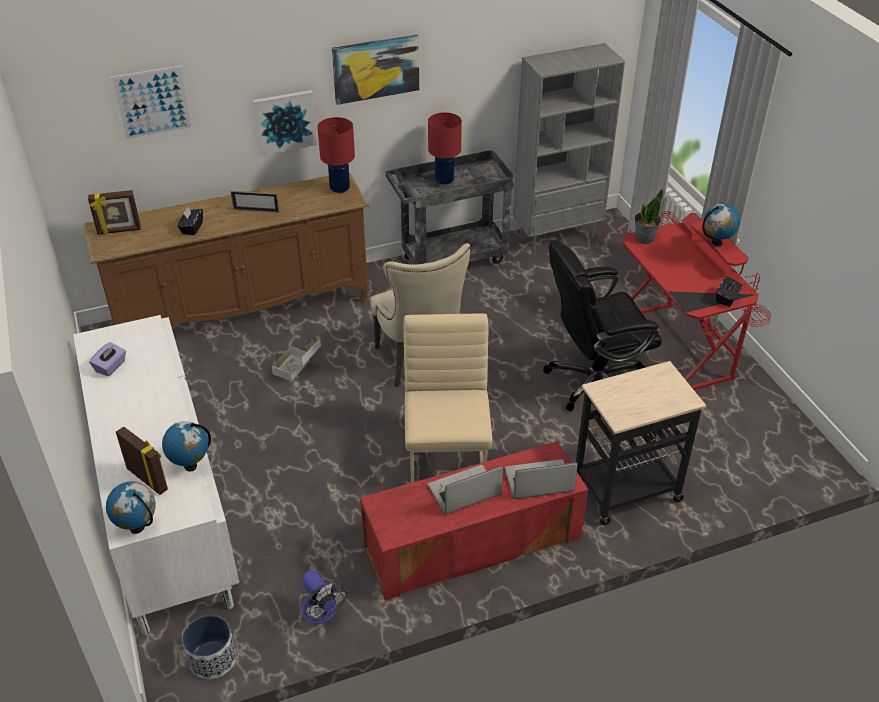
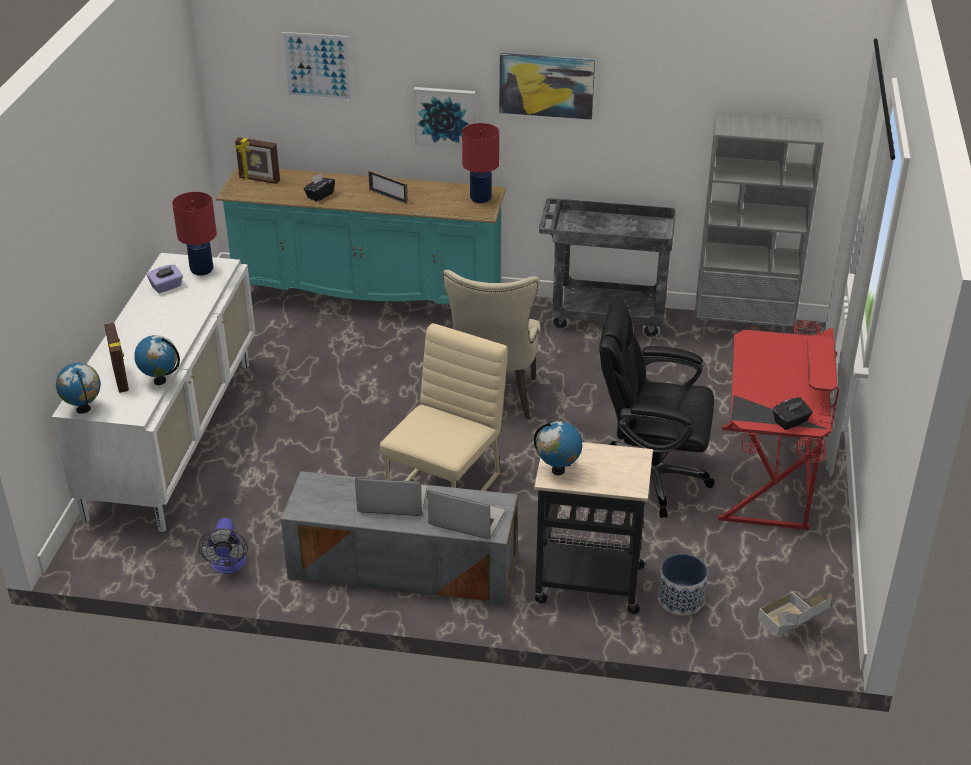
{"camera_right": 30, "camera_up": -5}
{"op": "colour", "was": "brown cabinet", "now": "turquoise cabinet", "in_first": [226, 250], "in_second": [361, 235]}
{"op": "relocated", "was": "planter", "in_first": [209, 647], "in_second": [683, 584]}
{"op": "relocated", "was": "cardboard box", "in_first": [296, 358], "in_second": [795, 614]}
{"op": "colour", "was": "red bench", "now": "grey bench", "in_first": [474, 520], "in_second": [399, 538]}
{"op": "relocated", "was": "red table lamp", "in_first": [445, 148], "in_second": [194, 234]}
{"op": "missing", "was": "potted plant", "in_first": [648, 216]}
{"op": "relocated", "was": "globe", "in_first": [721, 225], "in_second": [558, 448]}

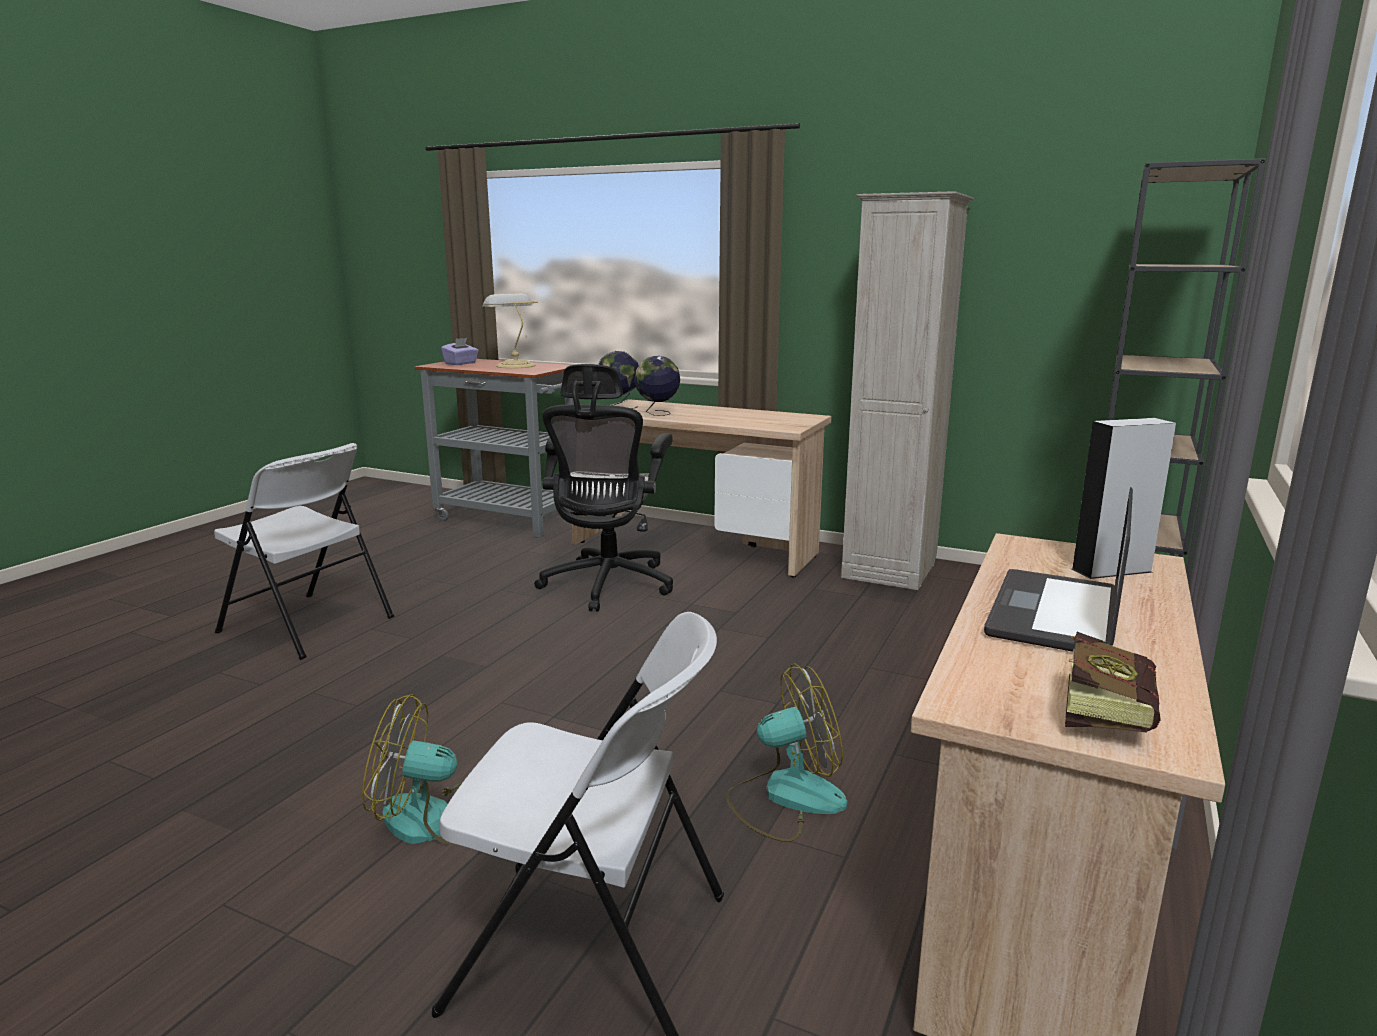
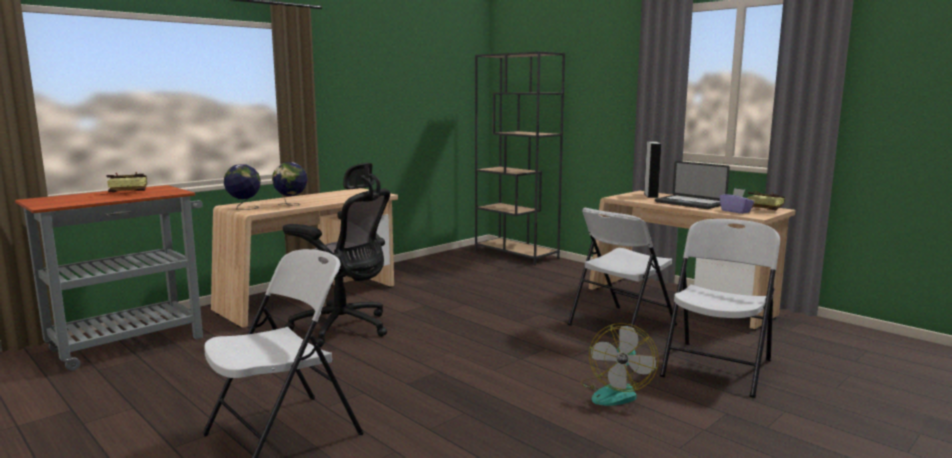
{"camera_right": -70, "camera_up": -5}
{"op": "relocated", "was": "purple tissue box", "in_first": [460, 351], "in_second": [737, 201]}
{"op": "exchanged", "was": "table lamp", "now": "book", "in_first": [510, 331], "in_second": [123, 183]}
{"op": "exchanged", "was": "fan", "now": "white chair", "in_first": [787, 752], "in_second": [622, 268]}
{"op": "missing", "was": "beige cabinet", "in_first": [907, 391]}

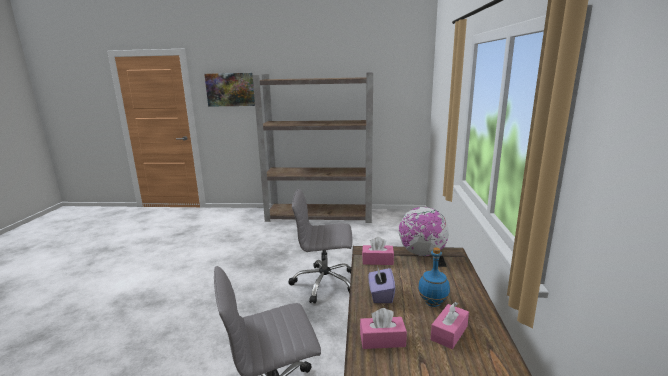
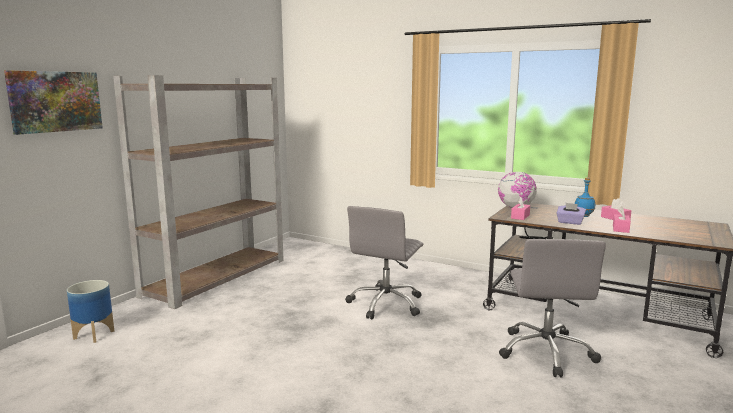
{"camera_right": -65, "camera_up": -5}
{"op": "appeared", "now": "planter", "in_second": [90, 311]}

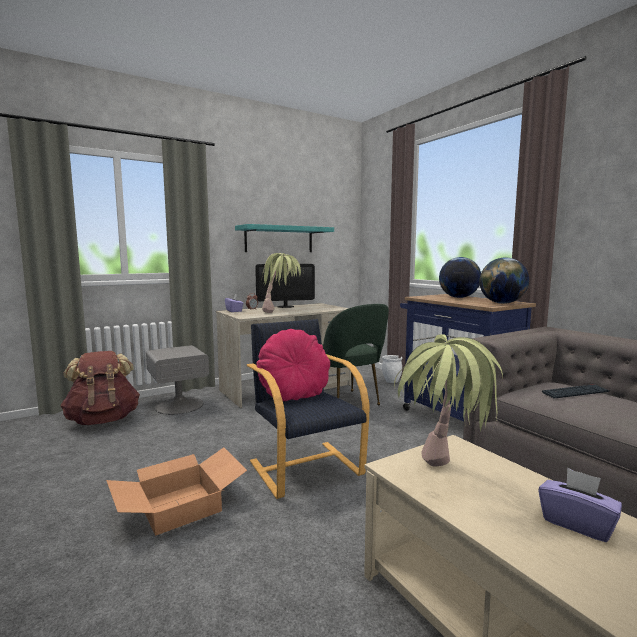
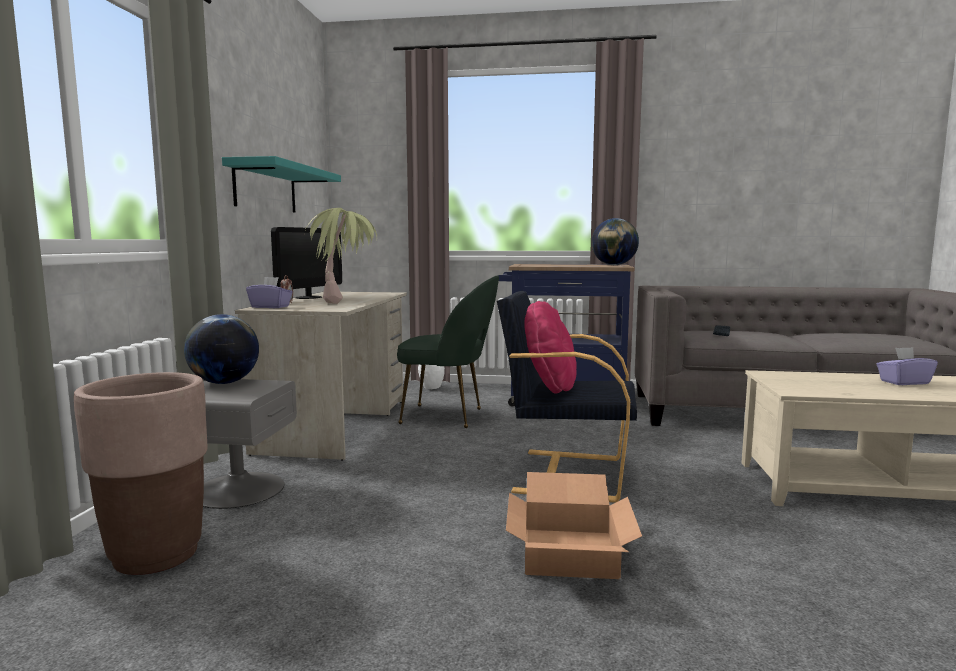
{"camera_right": -50, "camera_up": 0}
{"op": "exchanged", "was": "brown backpack", "now": "brown planter", "in_first": [100, 388], "in_second": [140, 473]}
{"op": "missing", "was": "potted plant", "in_first": [448, 400]}
{"op": "relocated", "was": "globe", "in_first": [460, 277], "in_second": [221, 349]}

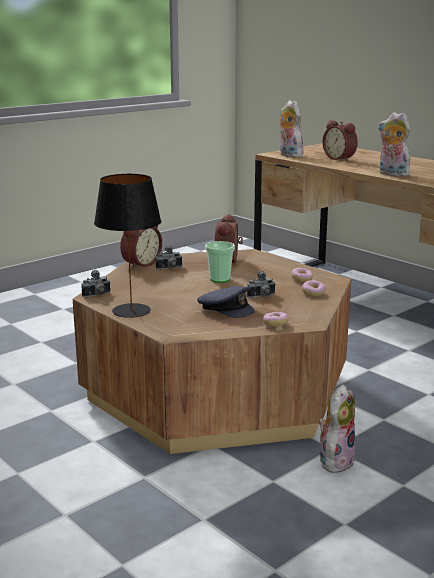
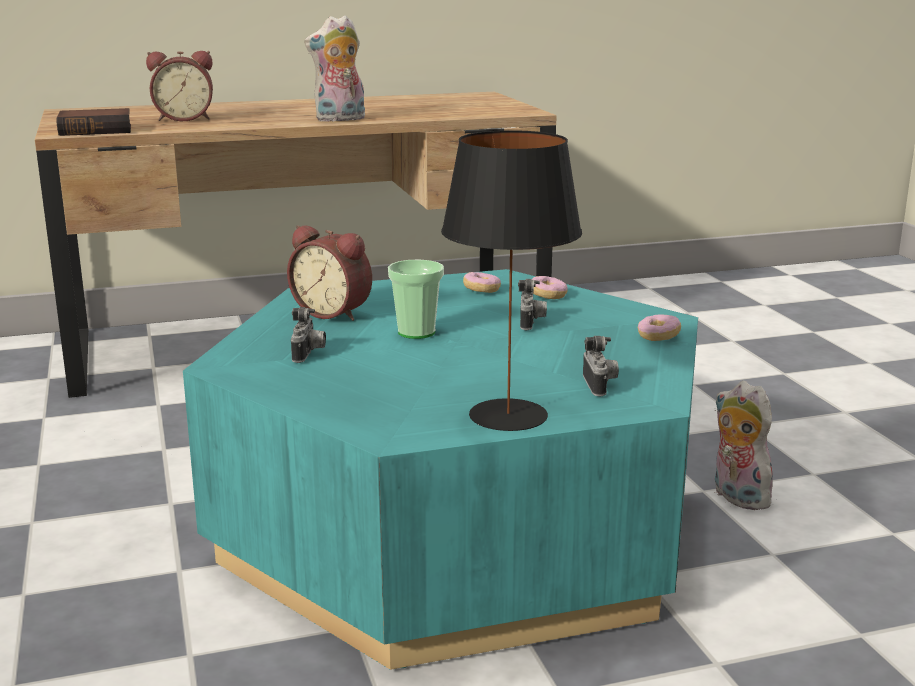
{"camera_right": -65, "camera_up": 0}
{"op": "colour", "was": "brown coffee table", "now": "turquoise coffee table", "in_first": [212, 351], "in_second": [440, 469]}
{"op": "relocated", "was": "photo camera", "in_first": [96, 283], "in_second": [601, 366]}
{"op": "missing", "was": "alarm clock", "in_first": [141, 247]}
{"op": "missing", "was": "grey cap", "in_first": [226, 302]}
{"op": "exchanged", "was": "plush toy", "now": "book", "in_first": [291, 129], "in_second": [93, 122]}

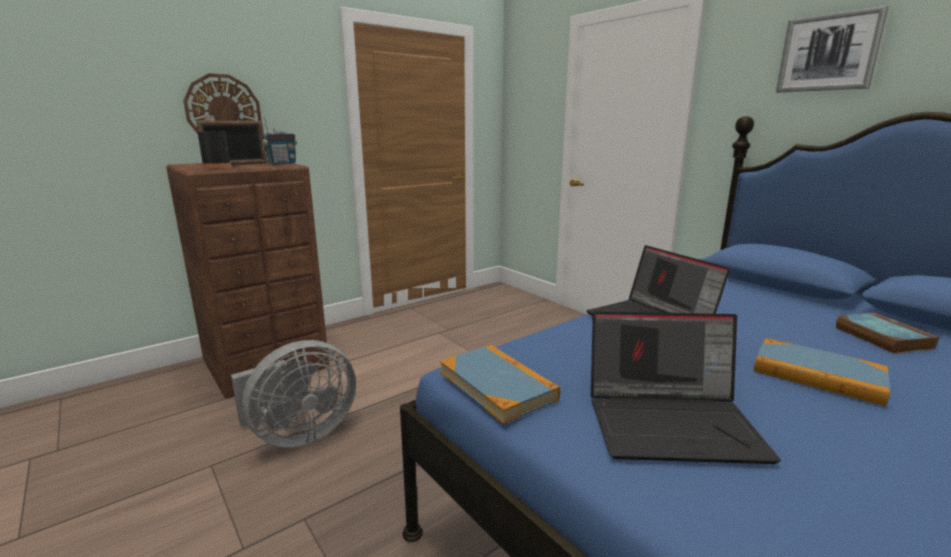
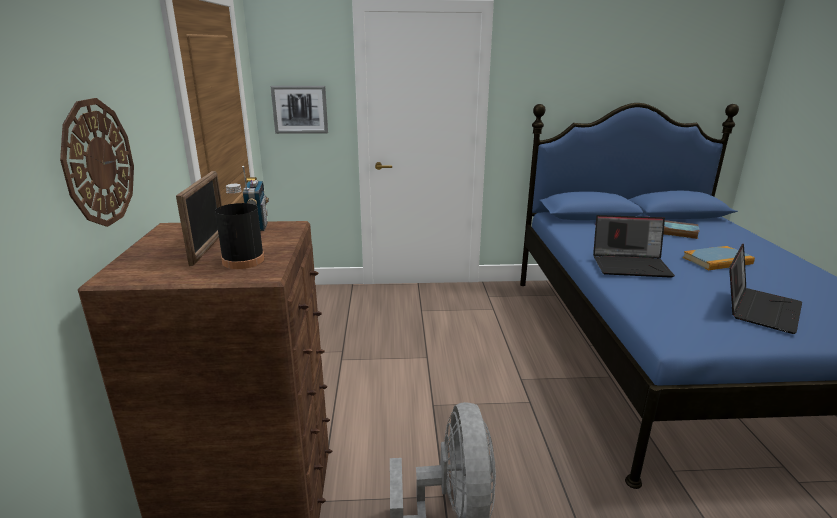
{"camera_right": -55, "camera_up": 5}
{"op": "missing", "was": "book", "in_first": [500, 384]}
{"op": "relocated", "was": "picture", "in_first": [832, 49], "in_second": [299, 110]}

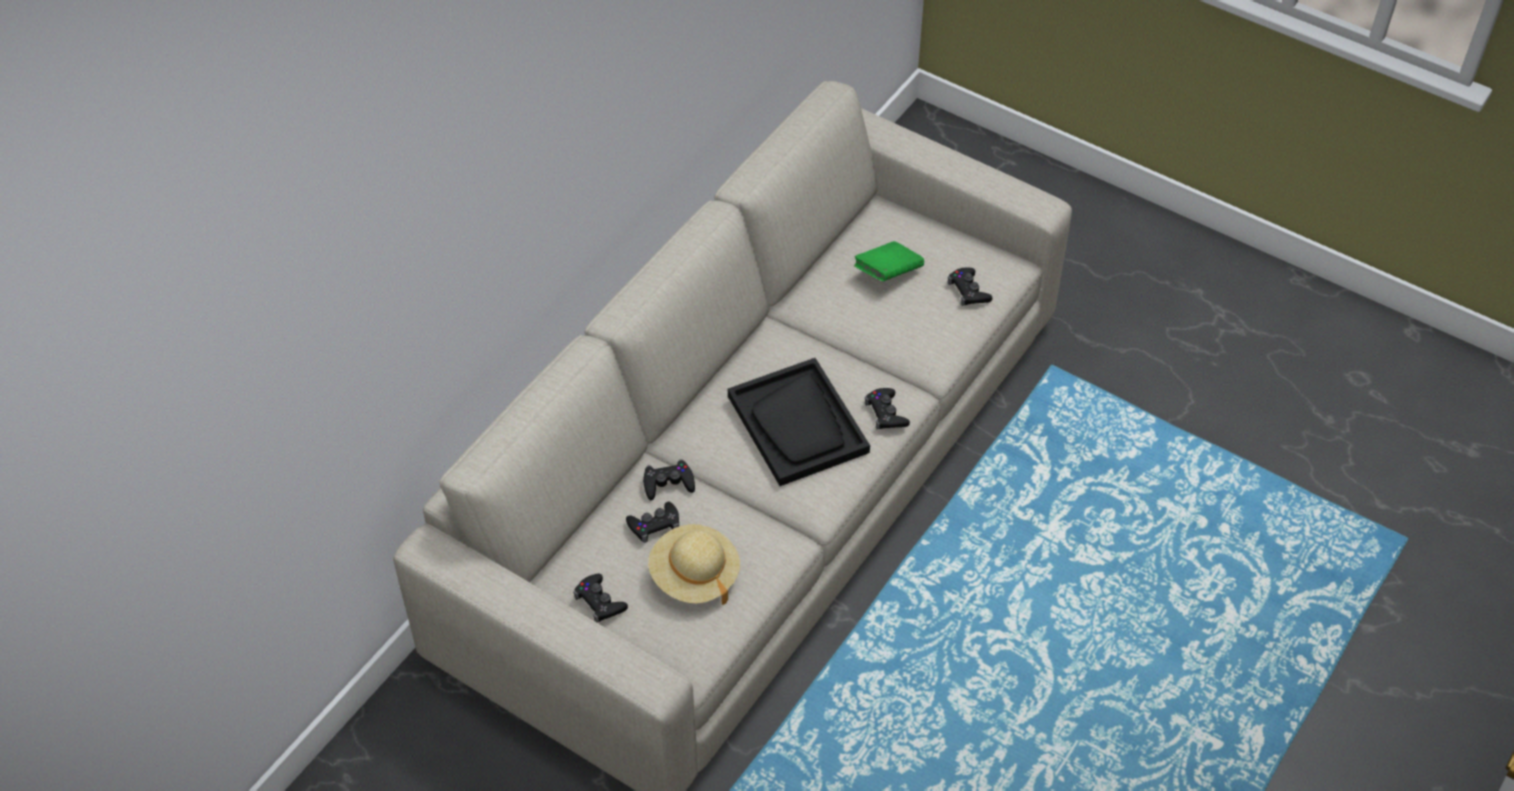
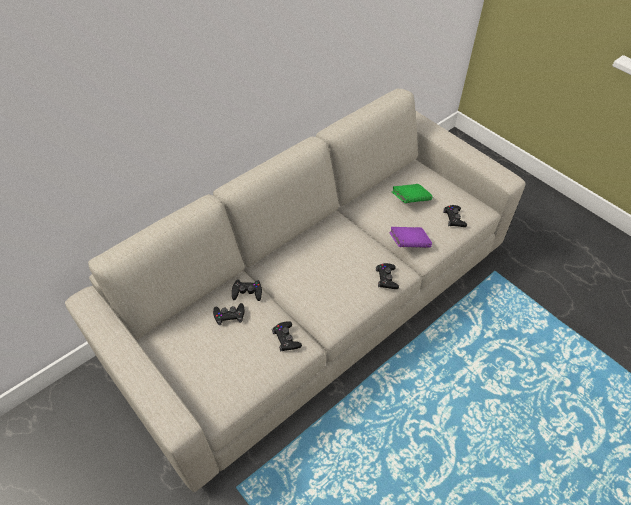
{"camera_right": 15, "camera_up": 0}
{"op": "relocated", "was": "black game controller", "in_first": [600, 598], "in_second": [287, 336]}
{"op": "missing", "was": "beige hat", "in_first": [694, 564]}
{"op": "missing", "was": "black tray", "in_first": [799, 422]}
{"op": "appeared", "now": "purple book", "in_second": [410, 237]}

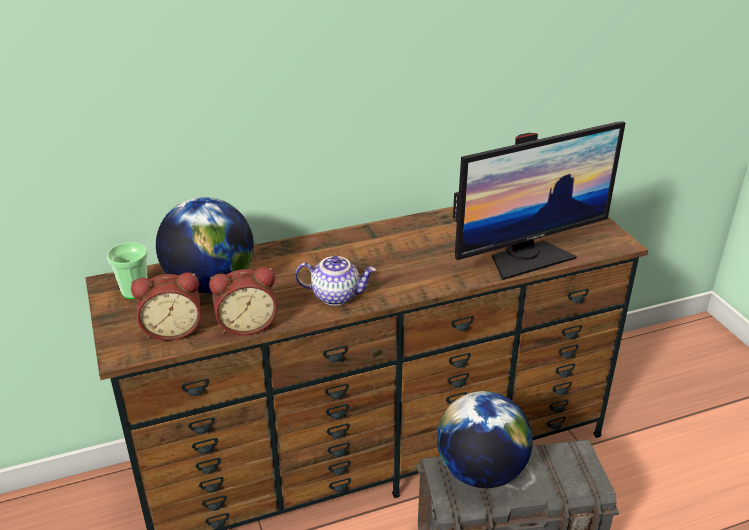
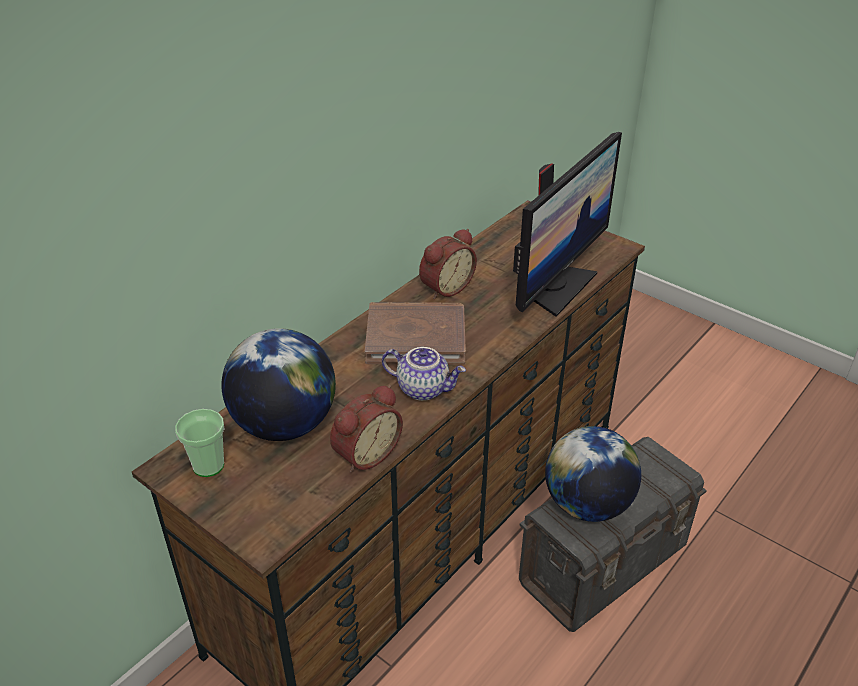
{"camera_right": -30, "camera_up": 5}
{"op": "relocated", "was": "alarm clock", "in_first": [166, 306], "in_second": [448, 264]}
{"op": "spun", "was": "teapot", "in_first": [335, 281], "in_second": [424, 374], "clockwise": 45}
{"op": "appeared", "now": "brown book", "in_second": [415, 333]}

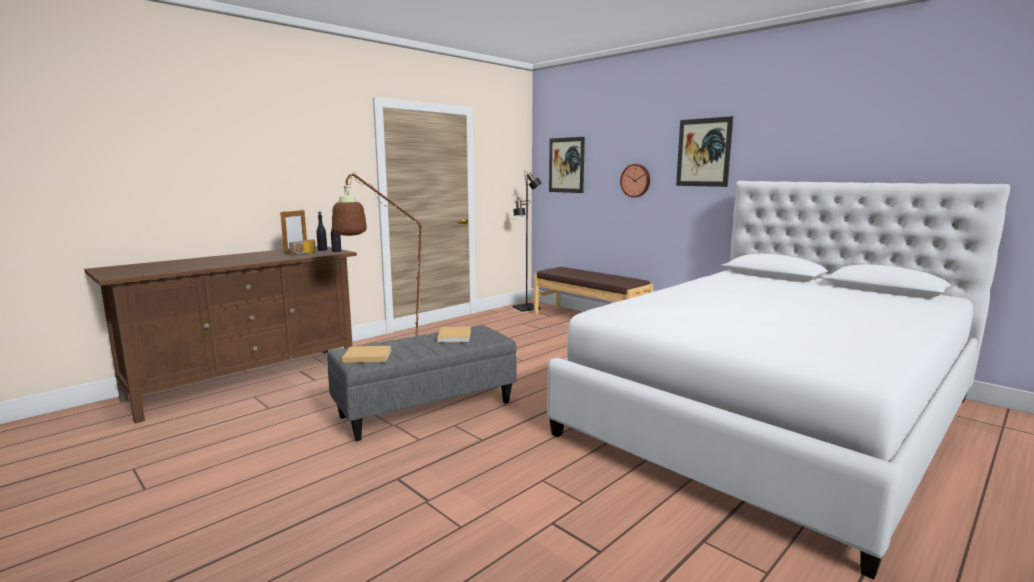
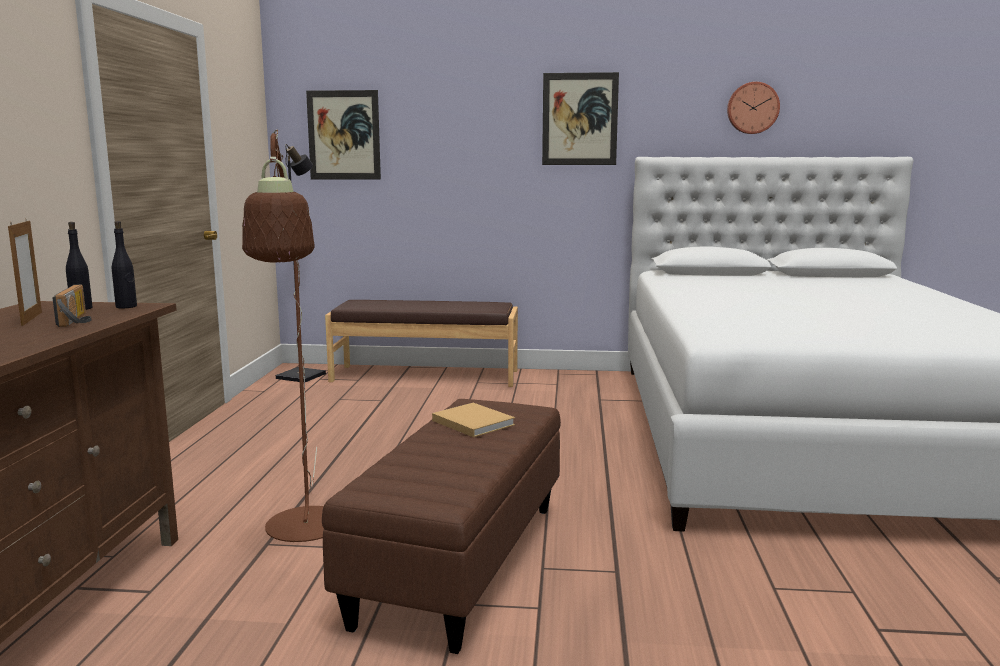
{"camera_right": -40, "camera_up": 0}
{"op": "colour", "was": "grey ottoman", "now": "brown ottoman", "in_first": [422, 383], "in_second": [441, 526]}
{"op": "missing", "was": "beige book", "in_first": [367, 354]}
{"op": "relocated", "was": "wall clock", "in_first": [635, 180], "in_second": [753, 108]}

